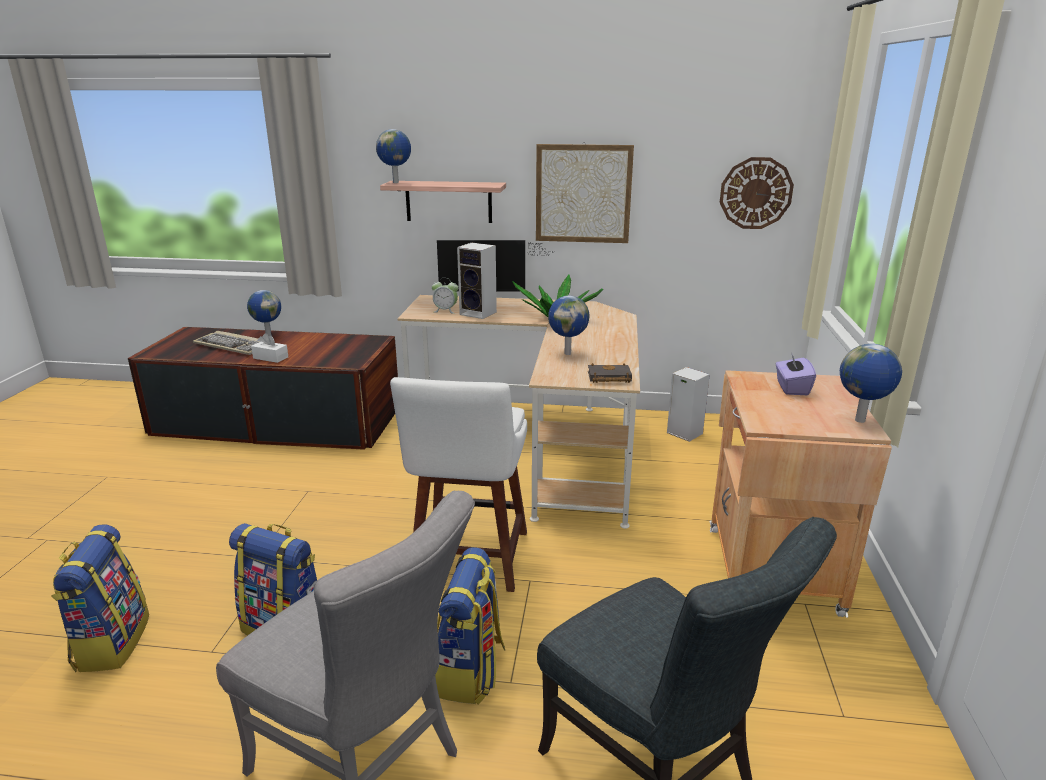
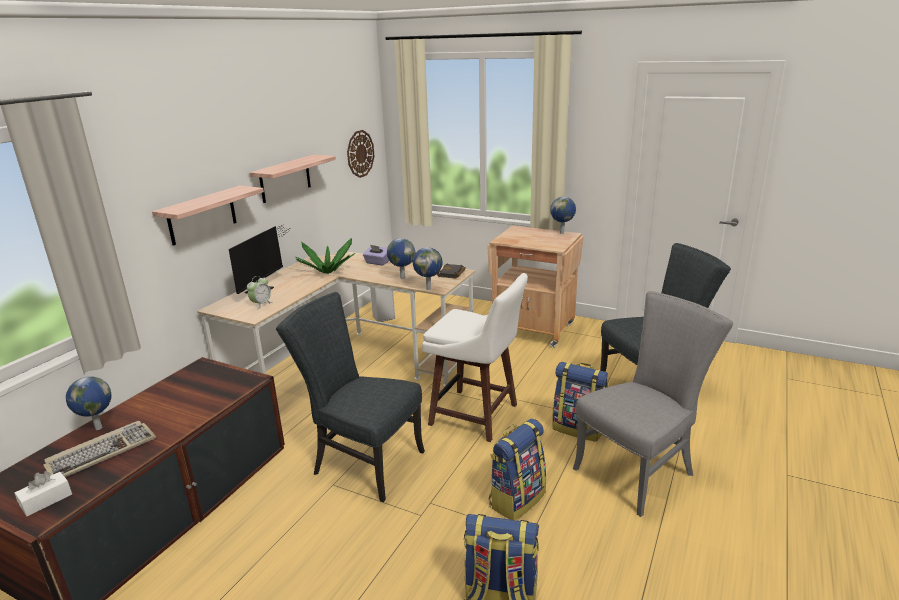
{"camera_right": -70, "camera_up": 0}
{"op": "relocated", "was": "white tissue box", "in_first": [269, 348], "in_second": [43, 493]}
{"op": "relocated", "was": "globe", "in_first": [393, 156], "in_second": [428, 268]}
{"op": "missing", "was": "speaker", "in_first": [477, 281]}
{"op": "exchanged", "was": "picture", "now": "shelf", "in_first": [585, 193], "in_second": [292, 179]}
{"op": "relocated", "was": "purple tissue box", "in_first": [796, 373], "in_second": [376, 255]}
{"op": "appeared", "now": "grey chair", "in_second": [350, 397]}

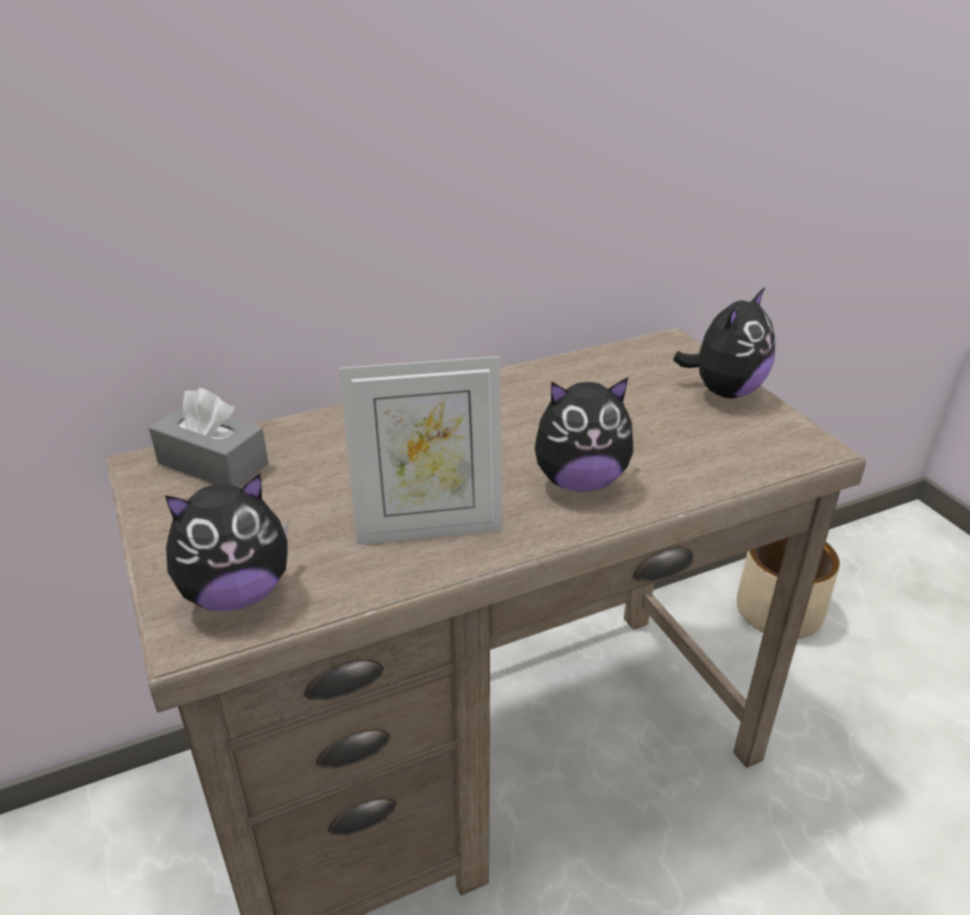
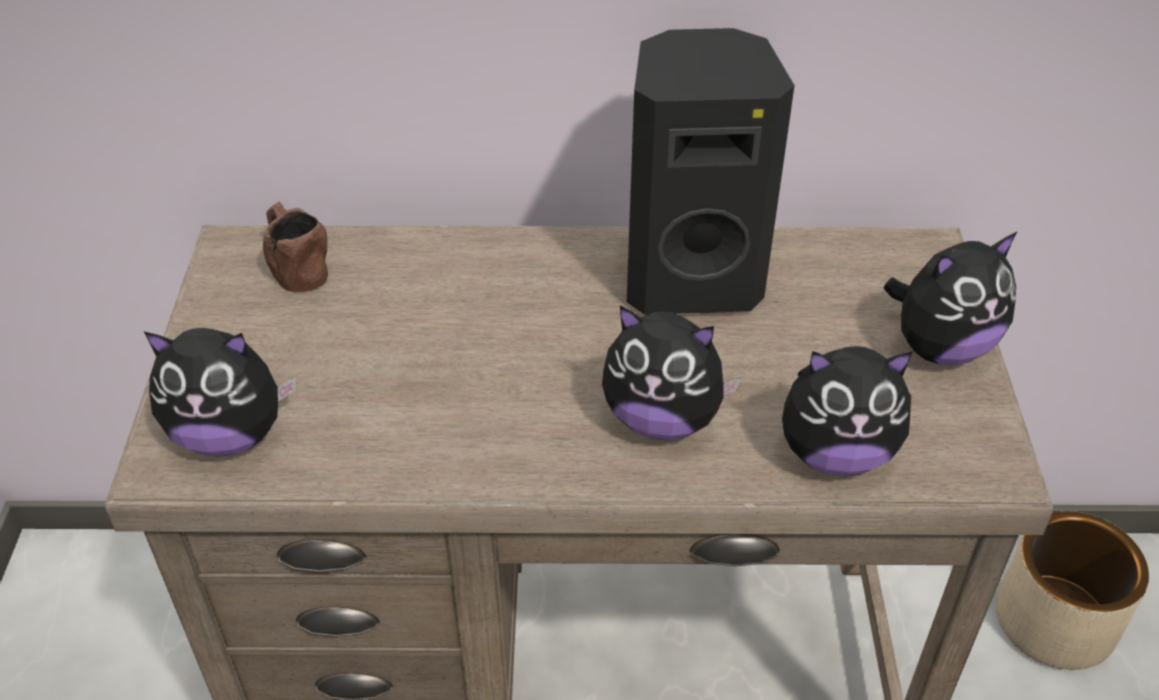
{"camera_right": 25, "camera_up": 10}
{"op": "exchanged", "was": "grey tissue box", "now": "brown mug", "in_first": [209, 437], "in_second": [295, 247]}
{"op": "missing", "was": "picture frame", "in_first": [421, 450]}
{"op": "appeared", "now": "black speaker", "in_second": [711, 171]}
{"op": "appeared", "now": "plush toy", "in_second": [847, 411]}

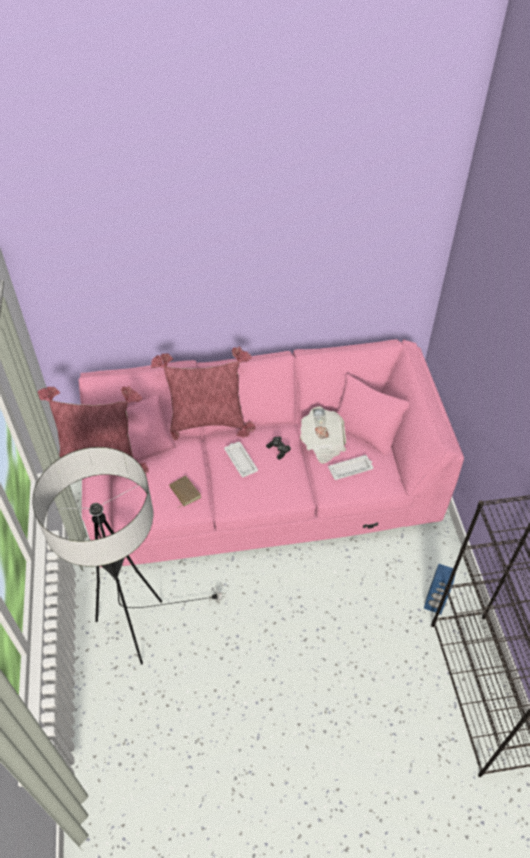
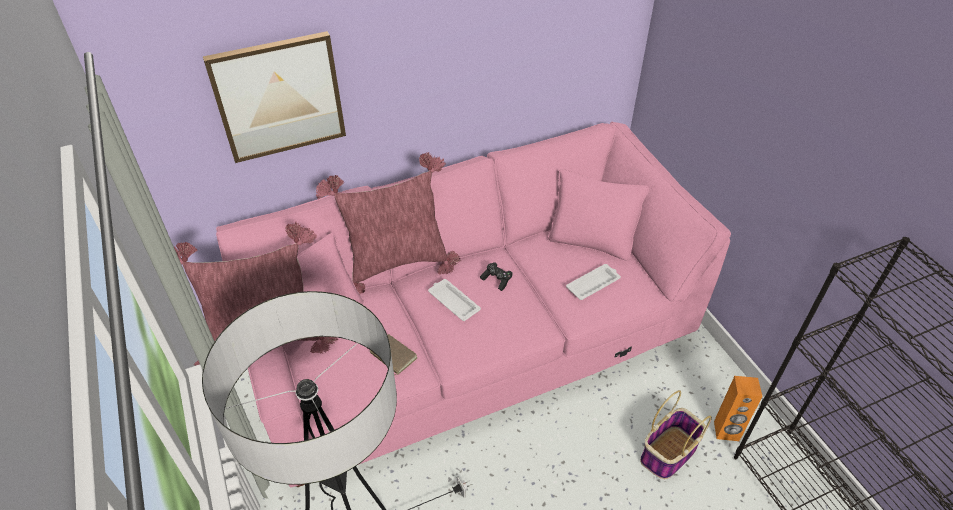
{"camera_right": -15, "camera_up": -5}
{"op": "missing", "was": "newspaper", "in_first": [323, 435]}
{"op": "colour", "was": "blue speaker", "now": "orange speaker", "in_first": [440, 589], "in_second": [738, 408]}
{"op": "appeared", "now": "picture", "in_second": [274, 97]}
{"op": "appeared", "now": "basket", "in_second": [676, 434]}

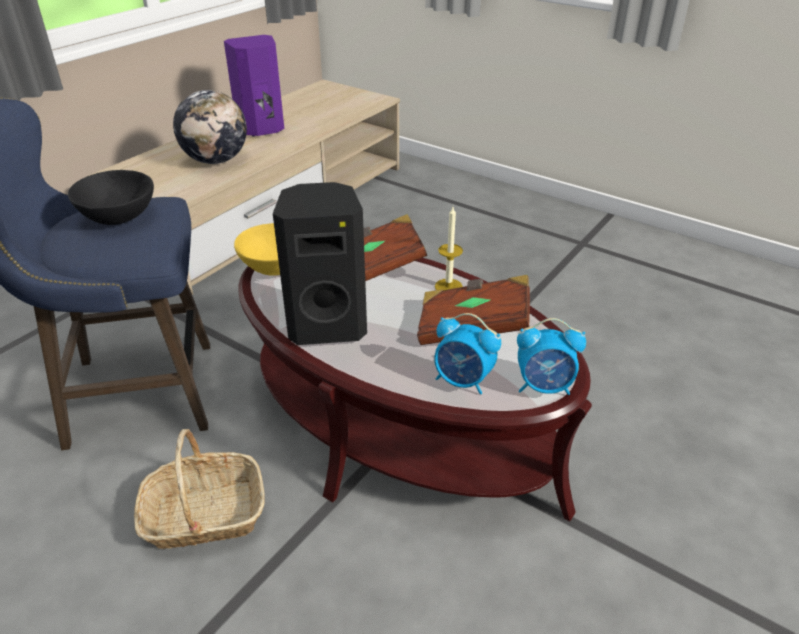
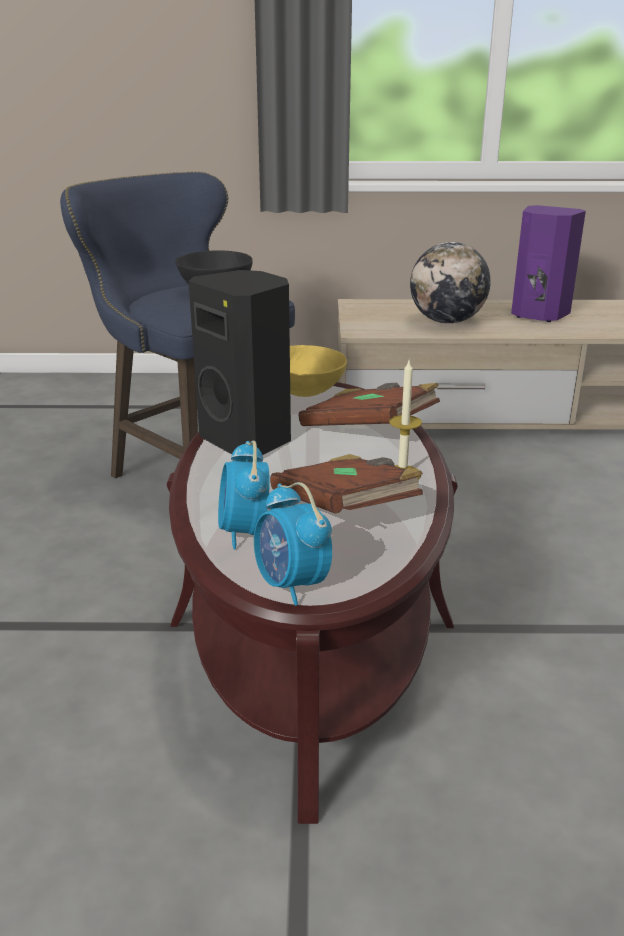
{"camera_right": 55, "camera_up": -10}
{"op": "missing", "was": "basket", "in_first": [199, 489]}

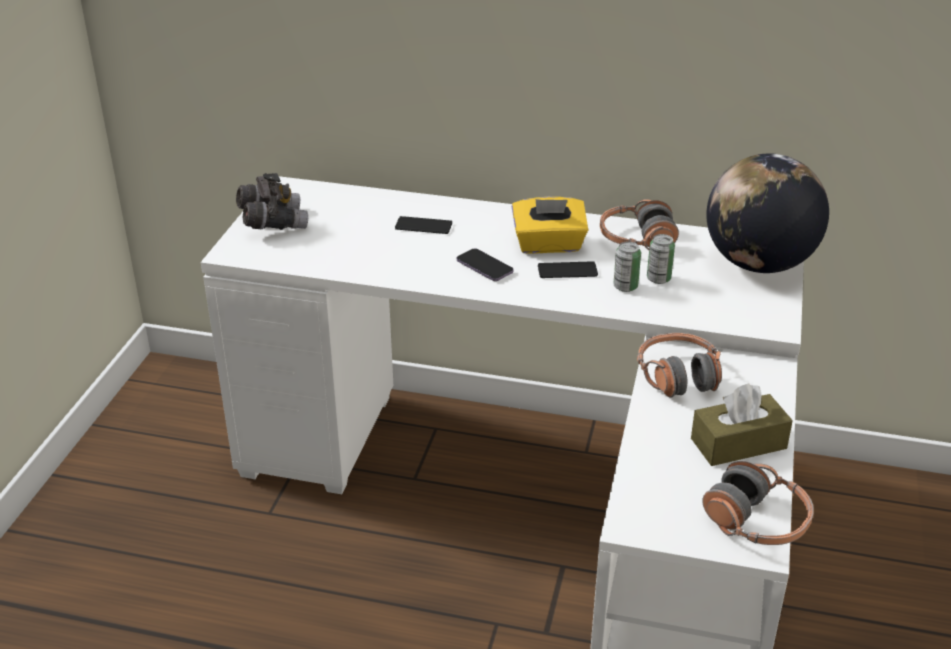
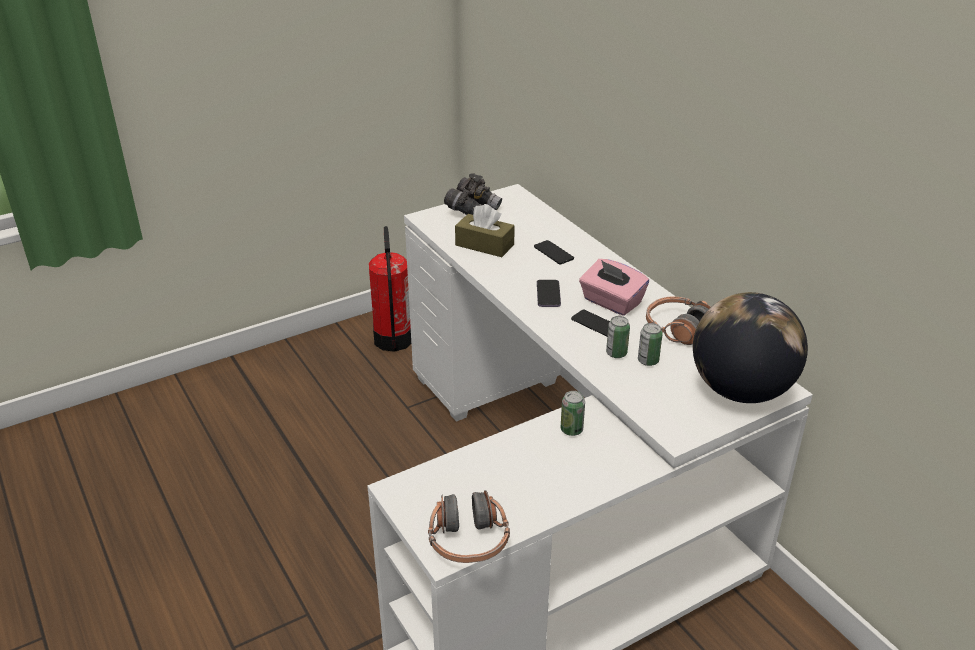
{"camera_right": 45, "camera_up": 0}
{"op": "colour", "was": "yellow tissue box", "now": "pink tissue box", "in_first": [550, 225], "in_second": [614, 287]}
{"op": "exchanged", "was": "headphones", "now": "can", "in_first": [679, 365], "in_second": [573, 413]}
{"op": "relocated", "was": "brown tissue box", "in_first": [742, 424], "in_second": [485, 230]}
{"op": "appeared", "now": "fire extinguisher", "in_second": [390, 289]}

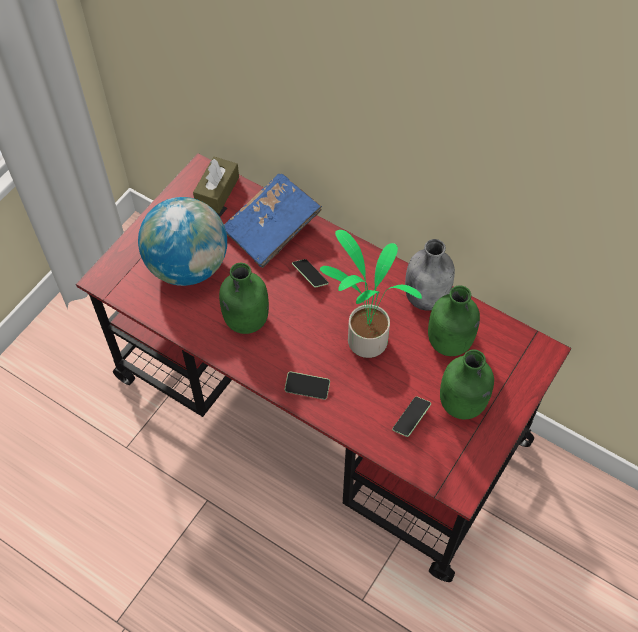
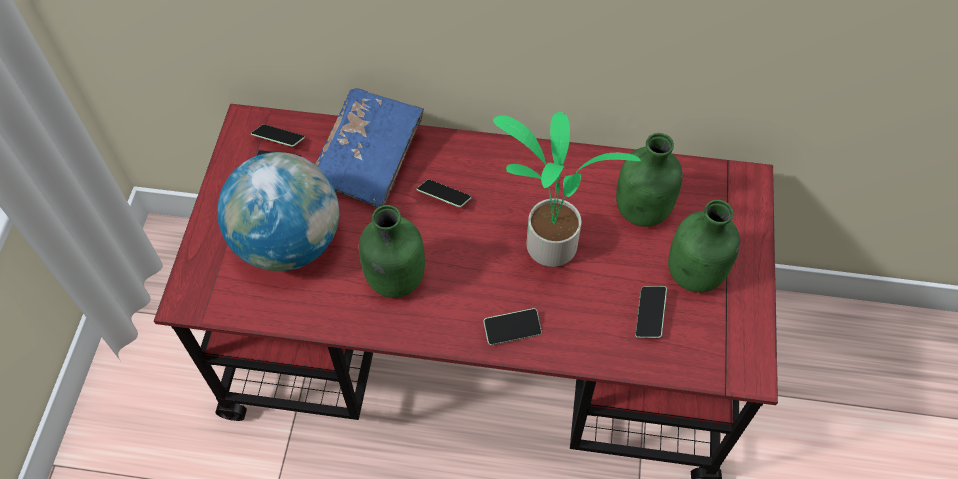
{"camera_right": -25, "camera_up": 0}
{"op": "exchanged", "was": "brown tissue box", "now": "phone", "in_first": [216, 185], "in_second": [278, 136]}
{"op": "missing", "was": "grey bottle", "in_first": [430, 275]}

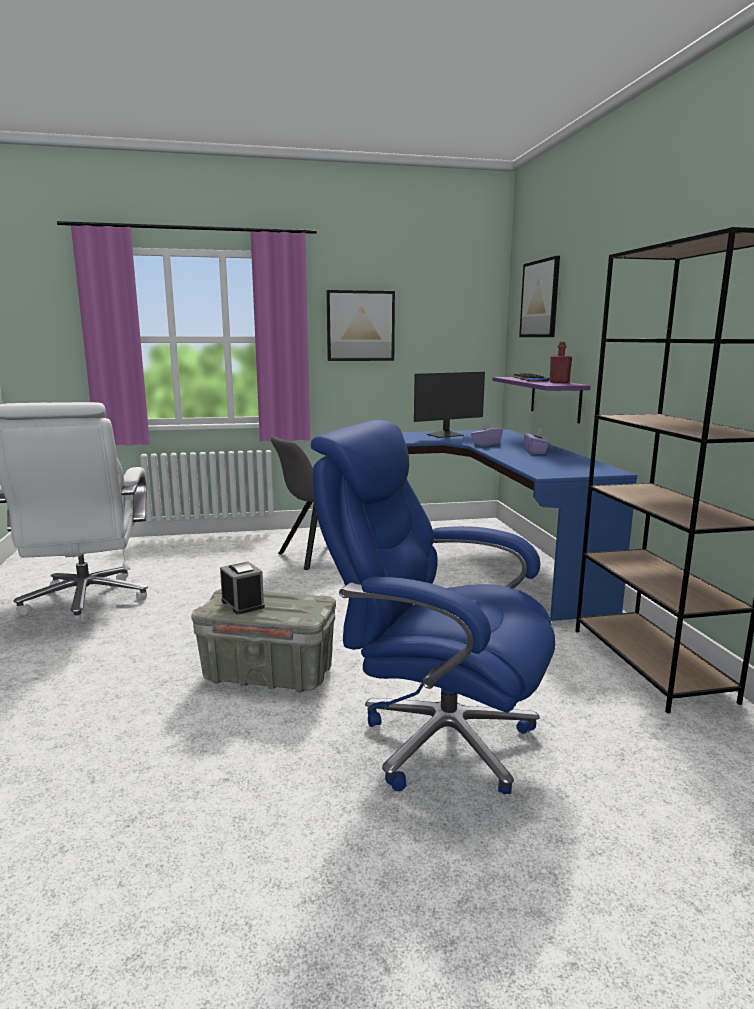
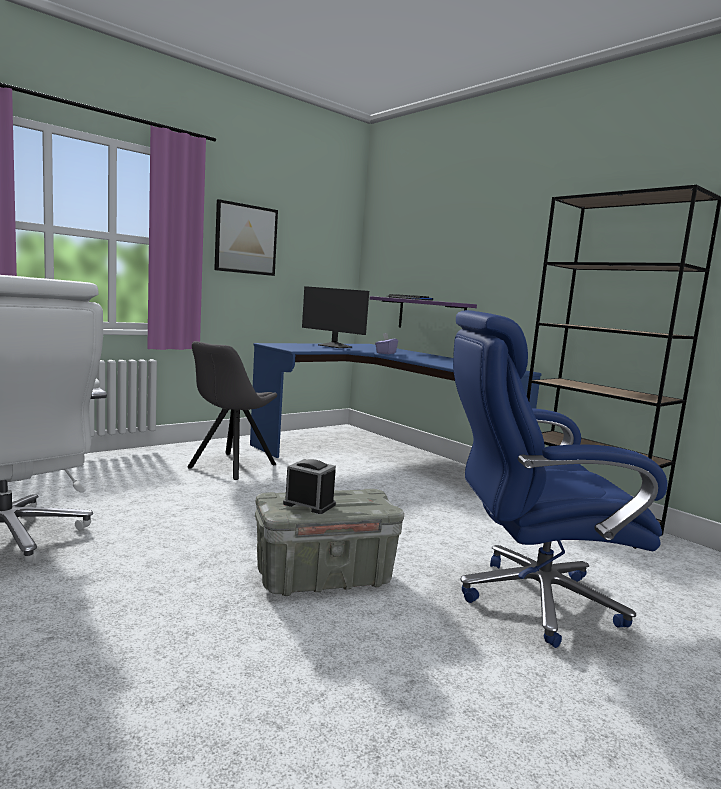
{"camera_right": -30, "camera_up": -5}
{"op": "spun", "was": "monitor", "in_first": [449, 405], "in_second": [335, 317], "clockwise": 90}
{"op": "missing", "was": "picture", "in_first": [539, 296]}
{"op": "missing", "was": "purple tissue box", "in_first": [536, 441]}
{"op": "missing", "was": "red bottle", "in_first": [560, 362]}

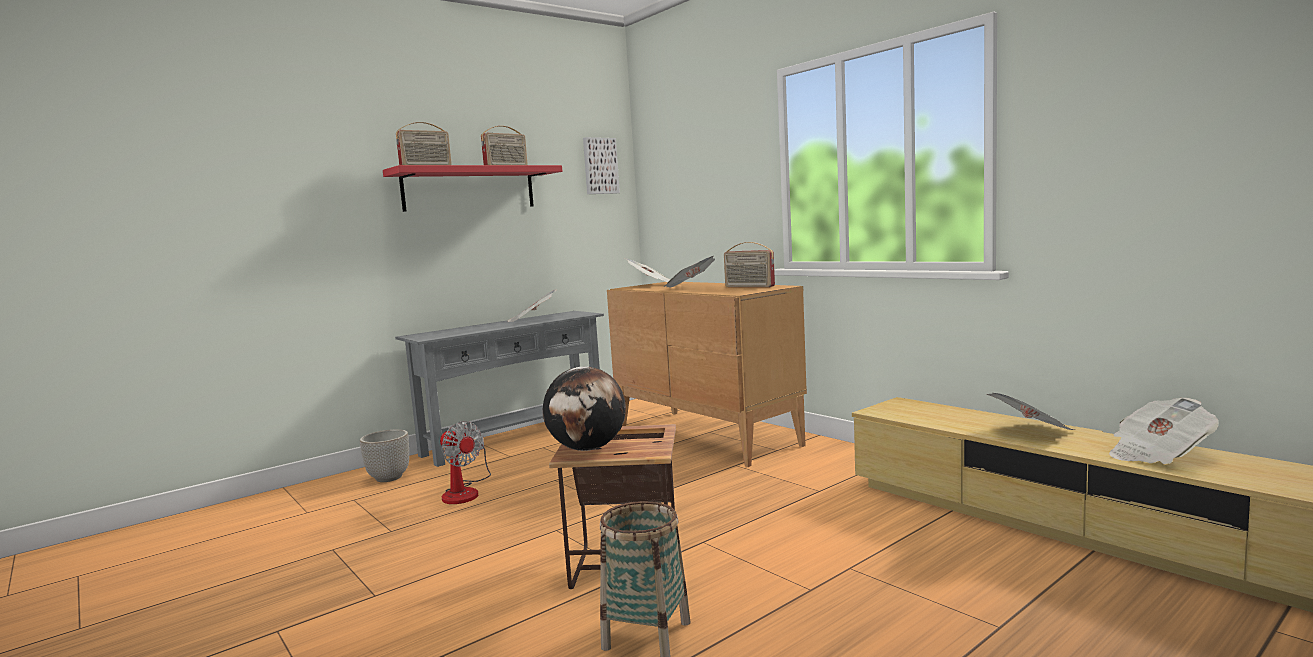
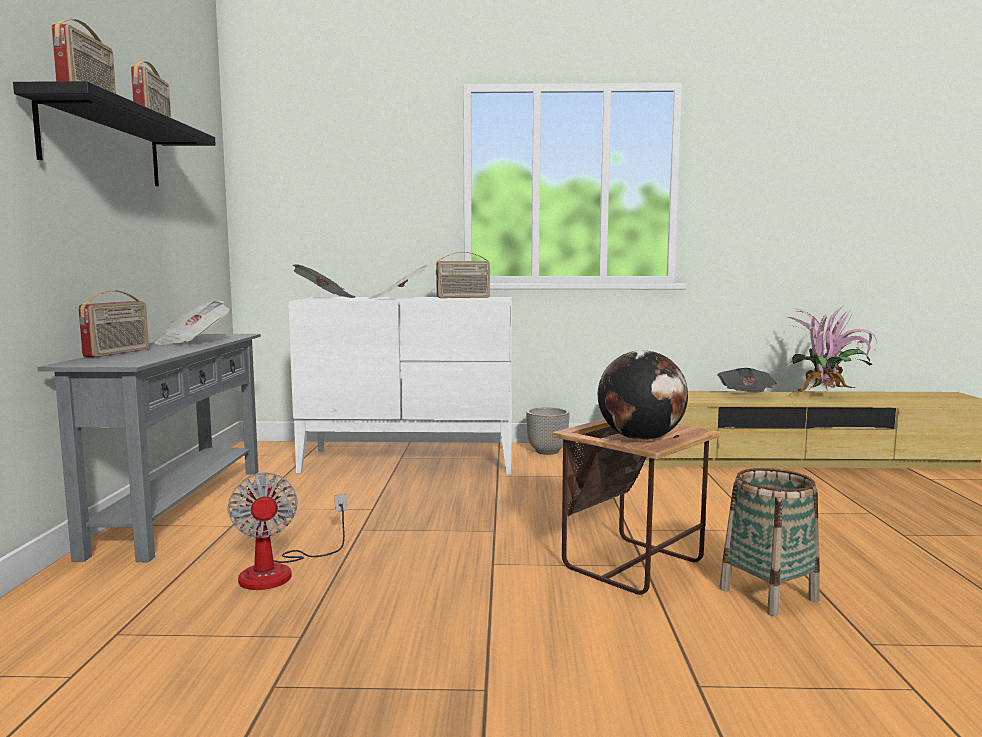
{"camera_right": -50, "camera_up": 0}
{"op": "relocated", "was": "planter", "in_first": [384, 455], "in_second": [548, 431]}
{"op": "colour", "was": "red shelf", "now": "black shelf", "in_first": [472, 188], "in_second": [114, 134]}
{"op": "spun", "was": "fan", "in_first": [465, 462], "in_second": [287, 531], "clockwise": 75}
{"op": "missing", "was": "picture", "in_first": [601, 165]}
{"op": "colour", "was": "brown cabinet", "now": "white cabinet", "in_first": [707, 374], "in_second": [400, 386]}
{"op": "exchanged", "was": "newspaper", "now": "potted plant", "in_first": [1163, 431], "in_second": [831, 350]}
{"op": "appeared", "now": "radio", "in_second": [114, 323]}

